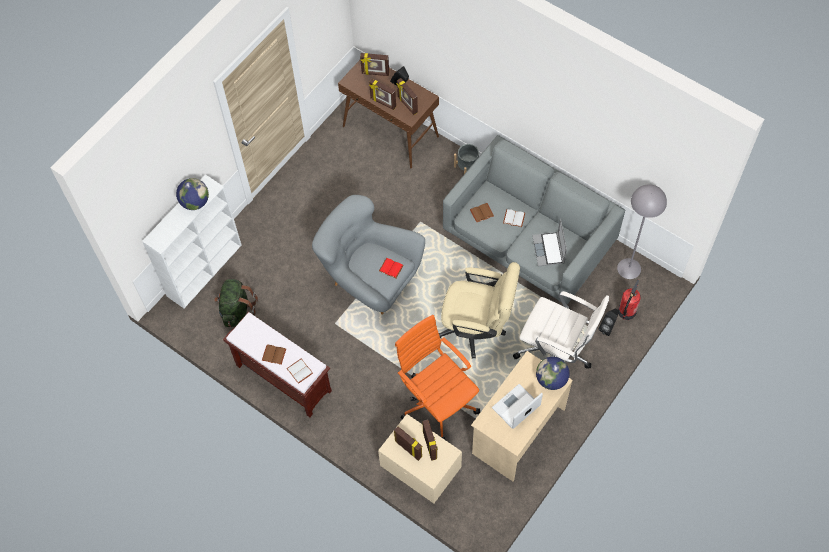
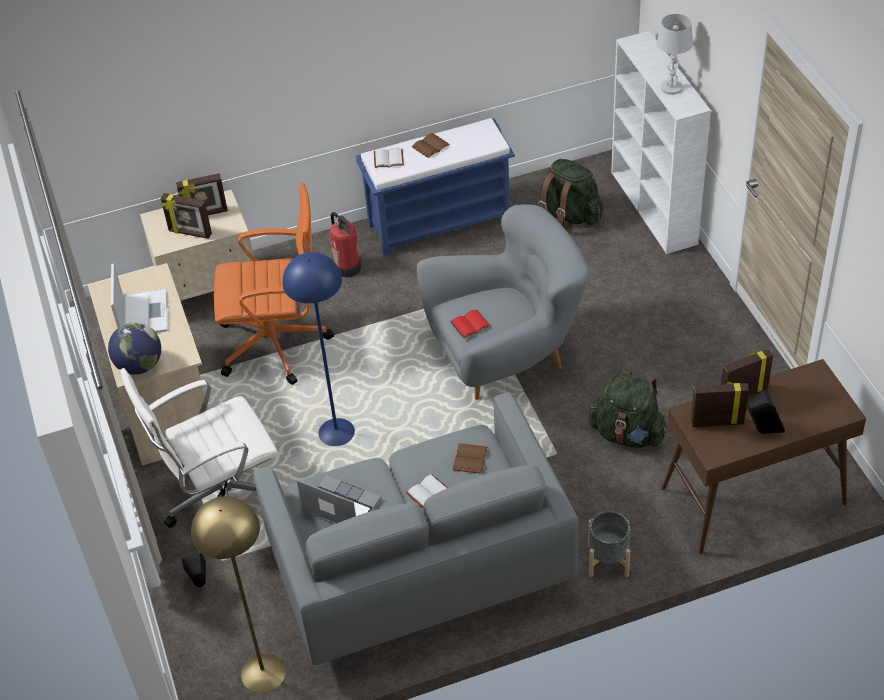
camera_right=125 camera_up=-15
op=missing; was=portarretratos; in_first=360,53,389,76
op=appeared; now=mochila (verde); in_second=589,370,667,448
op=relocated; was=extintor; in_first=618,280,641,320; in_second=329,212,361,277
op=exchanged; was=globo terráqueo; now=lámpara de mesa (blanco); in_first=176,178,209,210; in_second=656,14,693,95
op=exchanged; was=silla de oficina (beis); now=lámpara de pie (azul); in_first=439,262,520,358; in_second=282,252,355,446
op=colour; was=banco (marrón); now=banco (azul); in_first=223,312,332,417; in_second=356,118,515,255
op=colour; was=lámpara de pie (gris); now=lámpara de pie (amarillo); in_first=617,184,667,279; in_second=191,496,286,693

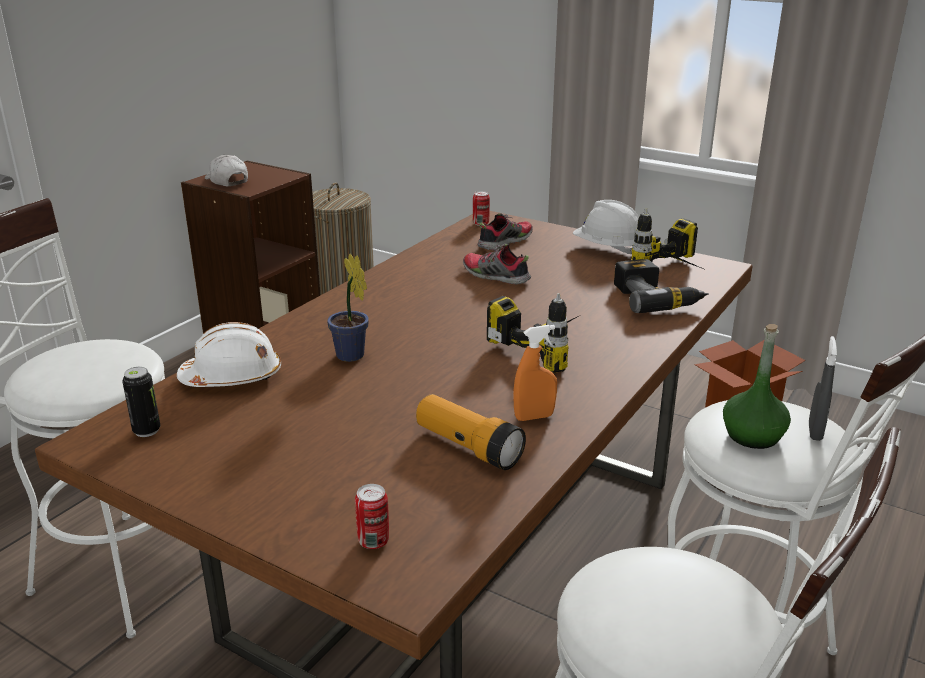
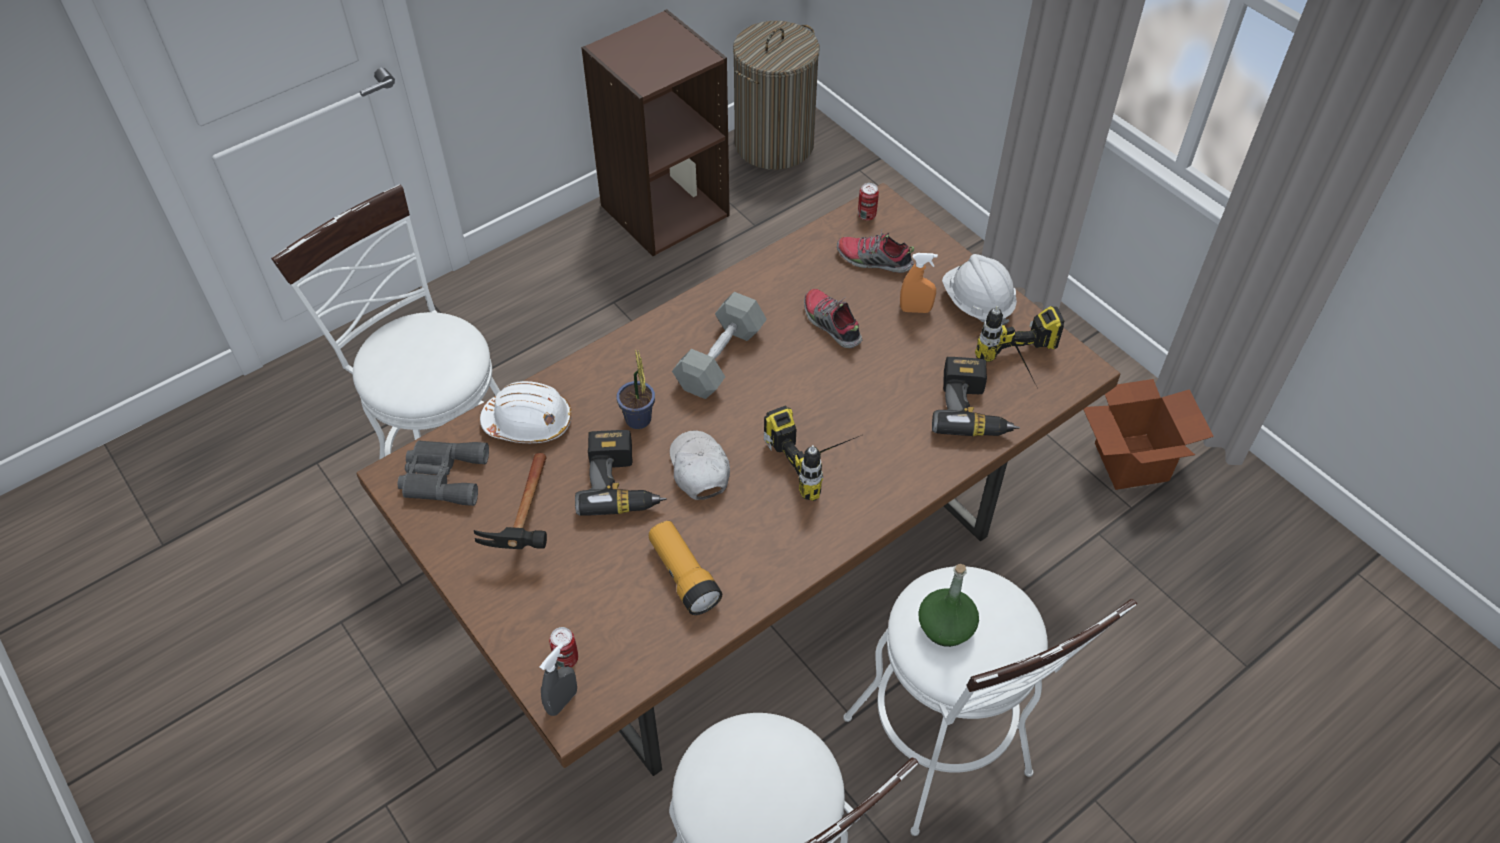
camera_right=20 camera_up=25
op=appeared; now=martillo; in_second=474,453,547,549
op=appeared; now=taladro; in_second=575,430,667,516
op=appeared; now=mancuerna (gris); in_second=672,292,767,399
op=relocated; was=gorra (blanco); in_first=205,155,248,186; in_second=670,431,730,500
op=relocated; was=pulverizador (naranja); in_first=513,325,557,421; in_second=900,253,938,313
op=relocated; was=pulverizador (gris); in_first=809,336,837,441; in_second=540,643,577,716
op=exchanged; was=lata; now=prismáticos (gris); in_first=122,367,161,437; in_second=398,440,489,506
op=spun; was=zapato; in_first=477,213,533,250; in_second=837,230,914,273; clockwise=-135

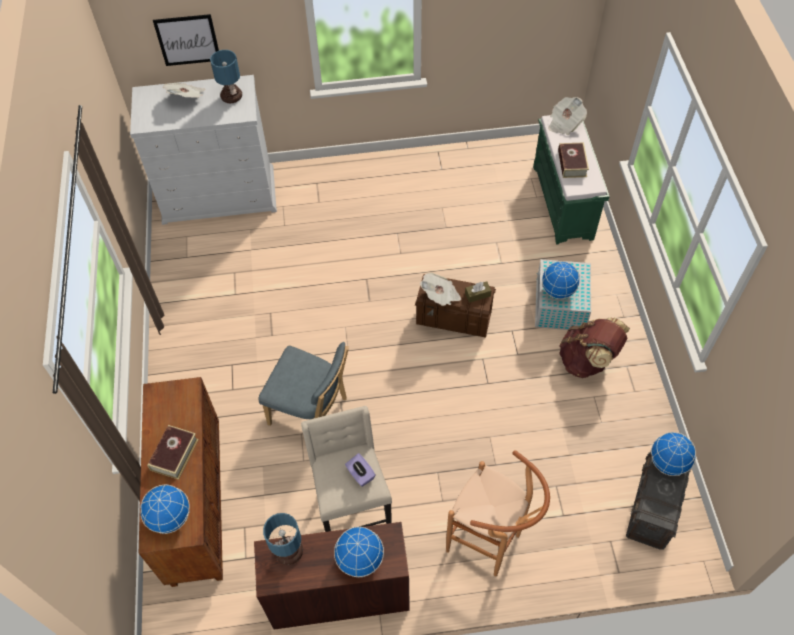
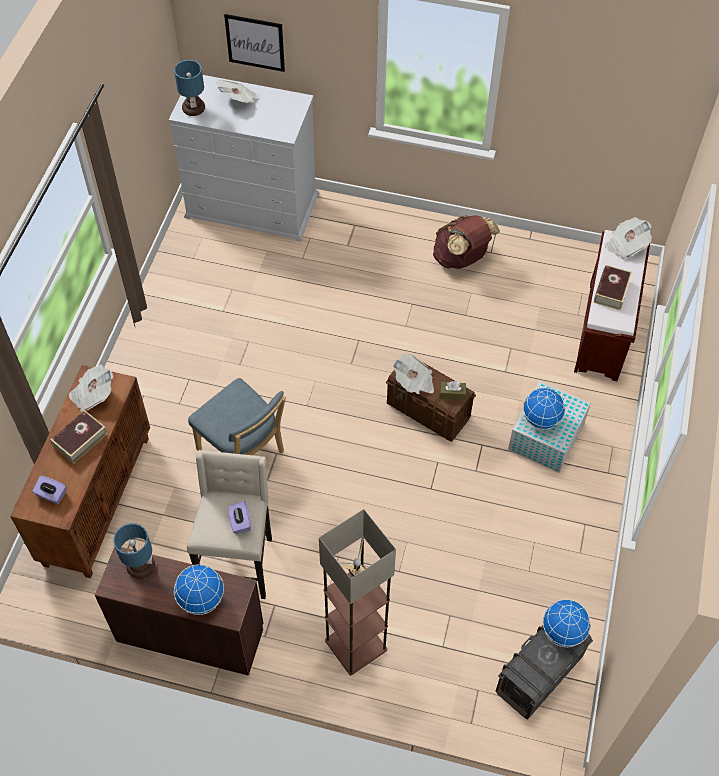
camera_right=20 camera_up=0
op=appeared; now=periódico; in_second=69,365,113,412
op=relocated; was=lámpara de mesa; in_first=210,50,242,103; in_second=174,60,205,116
op=relocated; was=mochila (marrón); in_first=559,318,630,378; in_second=433,215,500,269
op=exchanged; was=globo terráqueo; now=caja de pañuelos (morado); in_first=140,484,190,534; in_second=32,476,66,504
op=exchanged; was=taburete (marrón); now=lámpara de pie; in_first=446,450,550,576; in_second=319,509,396,676
op=colour; was=banco (verde); now=banco (marrón); in_first=533,115,610,245; in_second=574,230,650,381

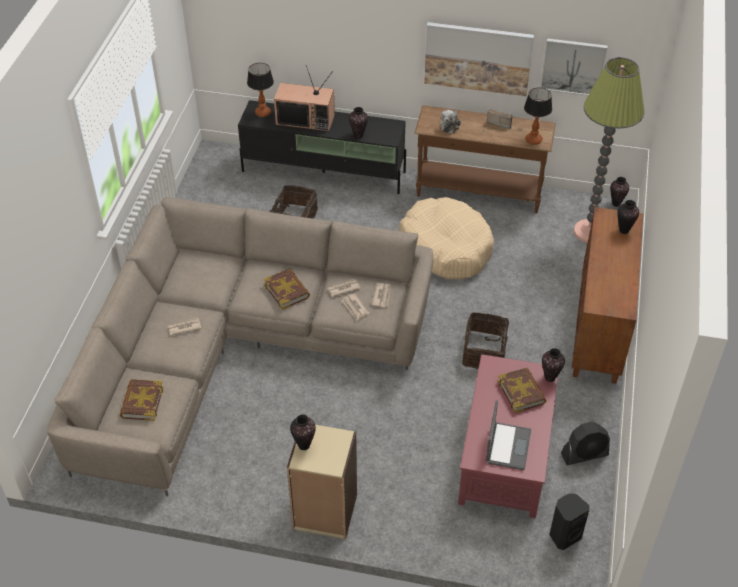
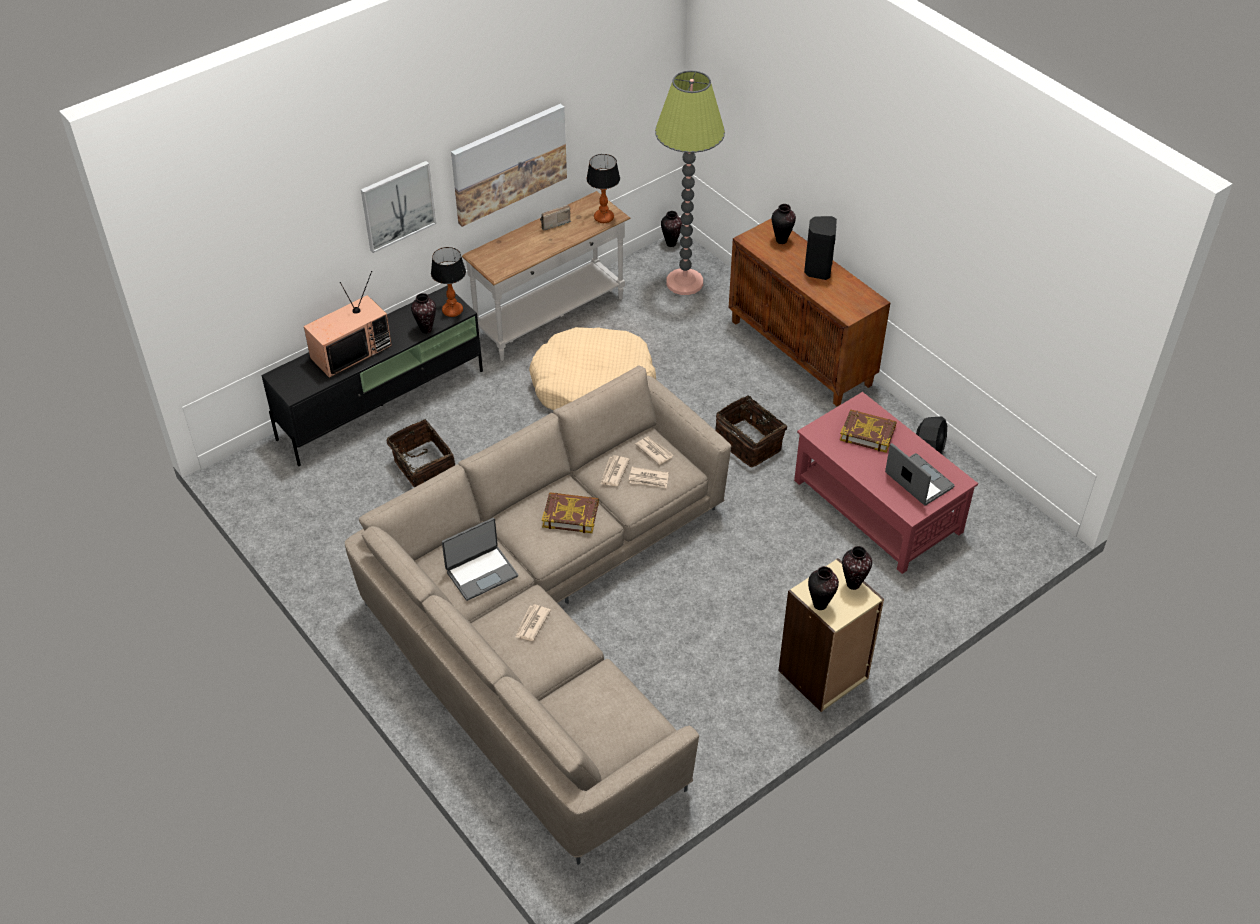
camera_right=-50 camera_up=0
op=missing; was=libro; in_first=120,379,164,421
op=missing; was=peluche; in_first=440,110,461,134
op=appeared; now=portátil; in_second=442,518,518,601
op=relocated; was=lámpara de mesa; in_first=247,63,274,117; in_second=431,247,466,317
op=relocated; was=cuadro; in_first=540,38,608,96; in_second=361,161,436,253
op=relocated; was=florero; in_first=542,348,565,382; in_second=842,546,872,590
op=relocated; was=altavoz (negro); in_first=549,493,589,550; in_second=804,216,837,280
op=colour; was=mesa consola (marrón); now=mesa consola (blanco); in_first=414,105,556,213; in_second=462,191,631,361

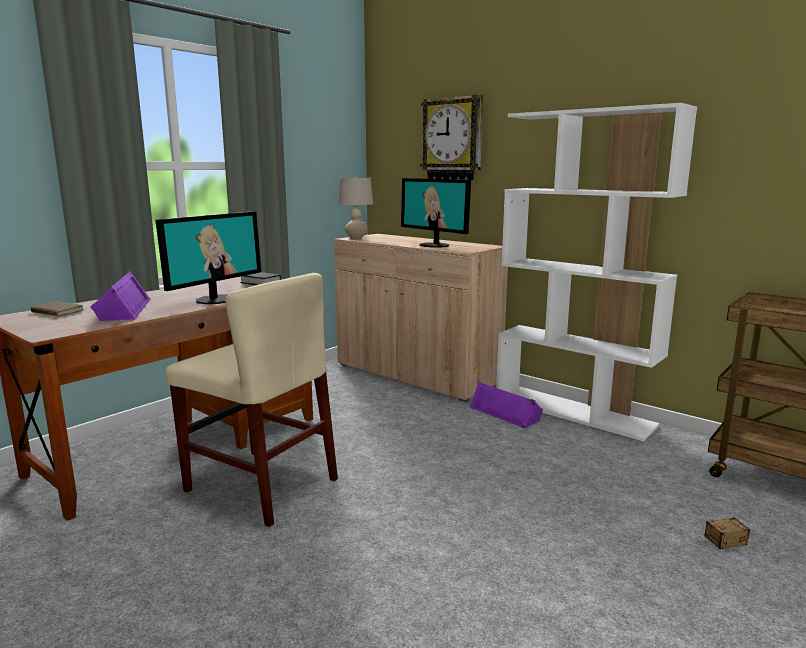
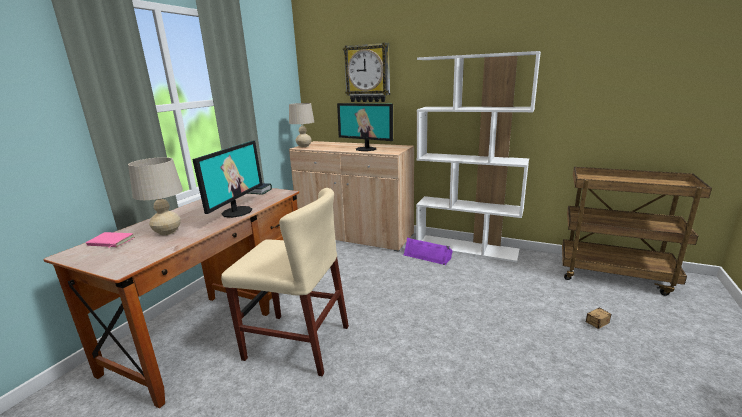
camera_right=-15 camera_up=5
op=exchanged; was=altavoz (morado); now=lámpara de mesa (beis); in_first=91,270,151,321; in_second=128,157,183,235
op=colour; was=libro (marrón); now=libro (rosa); in_first=30,301,84,316; in_second=86,232,135,247

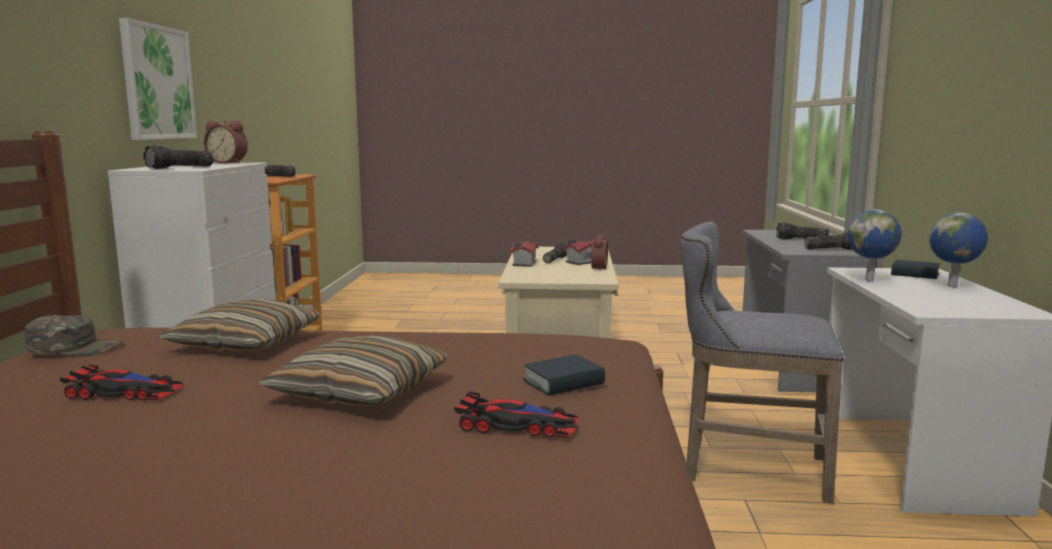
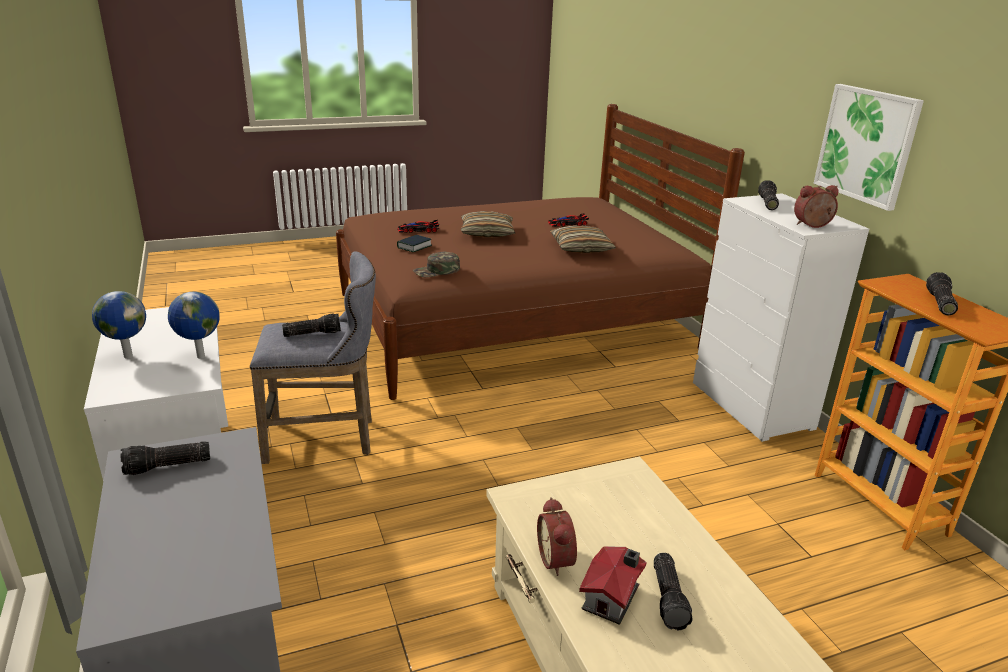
camera_right=155 camera_up=15
op=missing; was=casita; in_first=510,241,538,267
op=missing; was=libro; in_first=891,260,940,279
op=relocated; was=gorra (verde); in_first=25,315,124,355; in_second=413,251,460,277
op=relocated; was=linterna; in_first=776,222,829,239; in_second=282,313,341,337

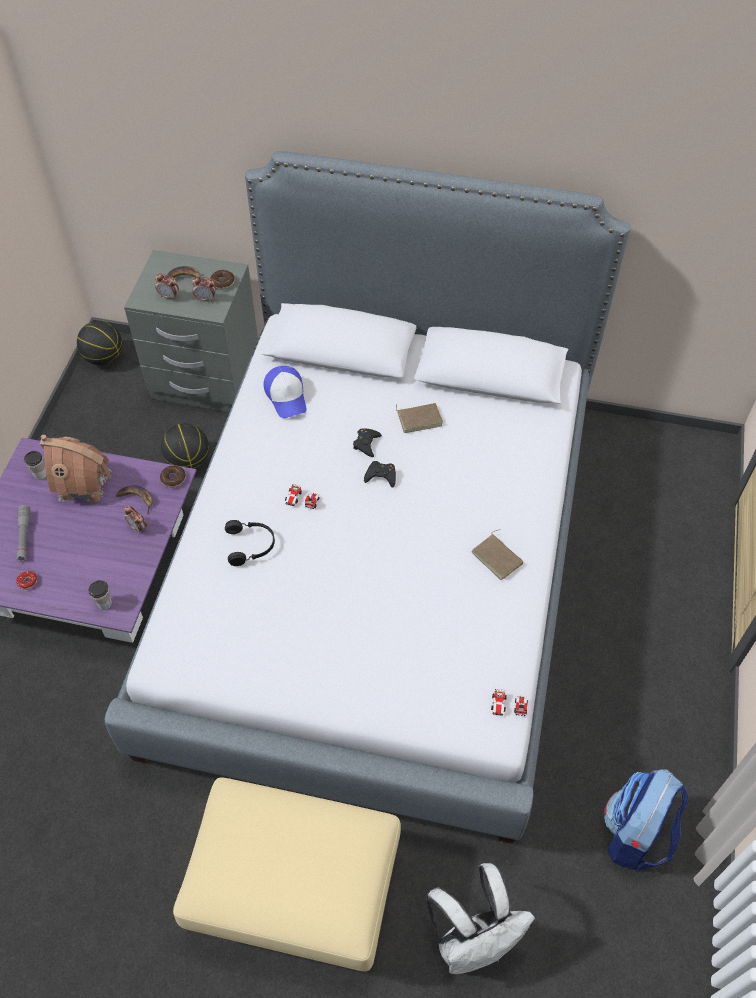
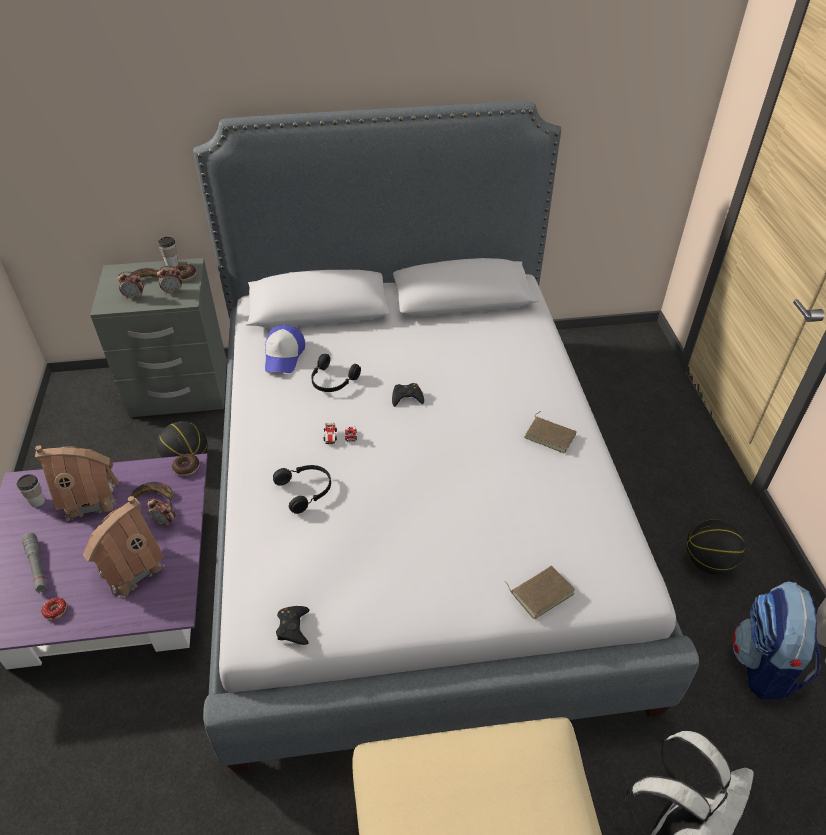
camera_right=-20 camera_up=-10
op=missing; was=coche de juguete; in_first=491,689,528,716
op=appeared; now=casita; in_second=83,496,165,599
op=appeared; now=auriculares (negro); in_second=311,354,361,392
op=relocated; was=balón de baloncesto; in_first=77,321,122,365; in_second=686,519,745,575
op=relocated; was=taza; in_first=88,580,112,610; in_second=158,236,178,268
op=relocated; was=mando de consola (negro); in_first=353,428,382,457; in_second=276,606,310,645
op=relocated; was=libro (marrón); in_first=396,403,443,433; in_second=505,566,575,619
op=spun; was=gorra; in_first=264,366,307,418; in_second=265,325,305,373; clockwise=45

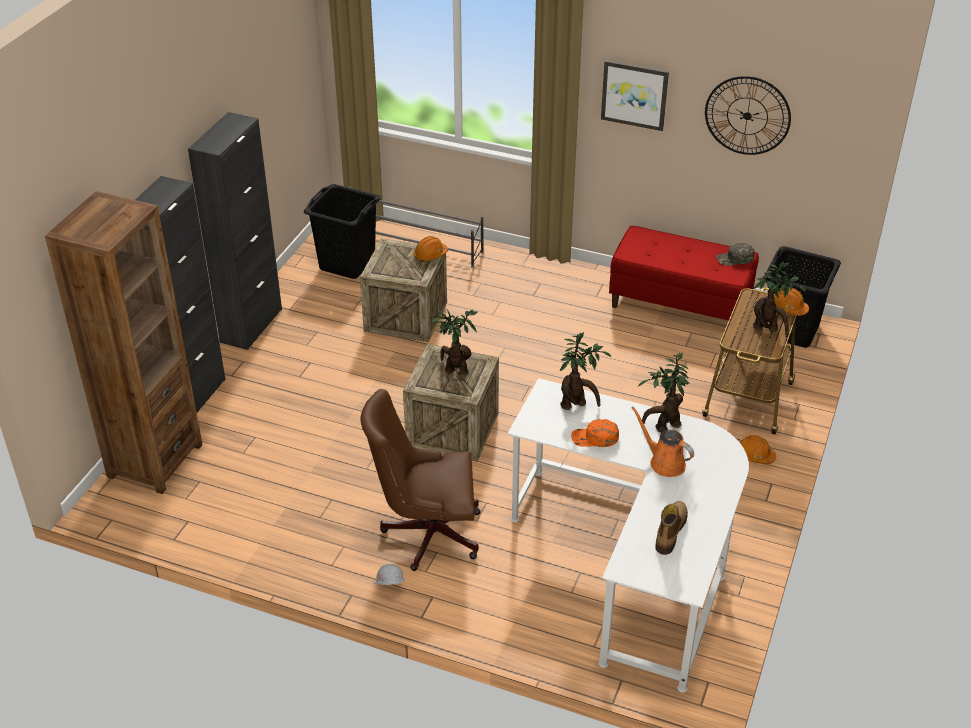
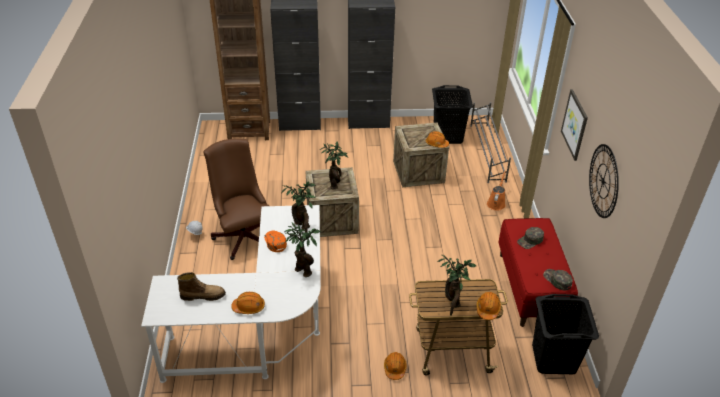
camera_right=65 camera_up=0
op=appeared; now=casco (naranja); in_second=231,292,265,314
op=appeared; now=gorra (verde); in_second=517,227,544,249
op=relocated; was=regadera (naranja); in_first=632,407,694,477; in_second=487,171,506,211

